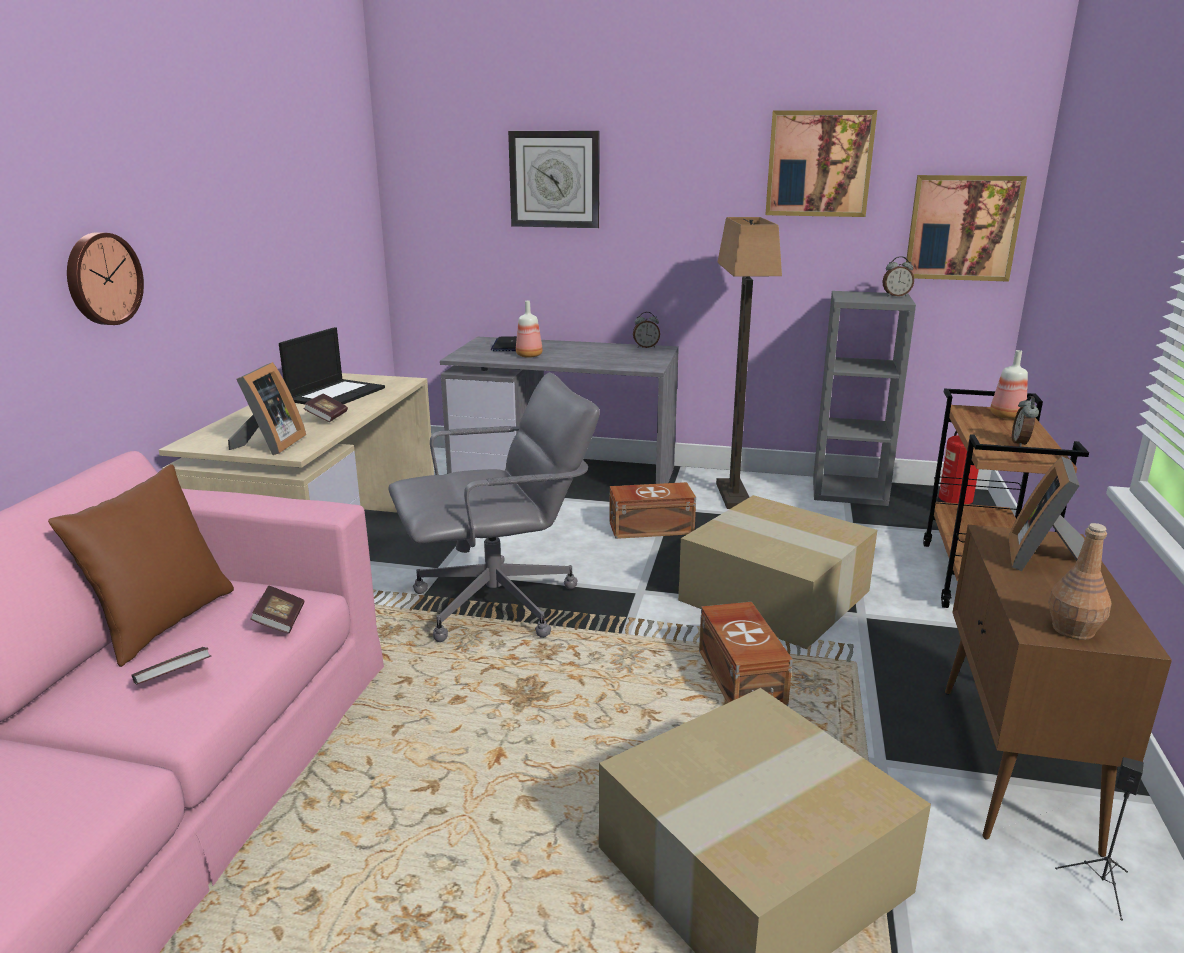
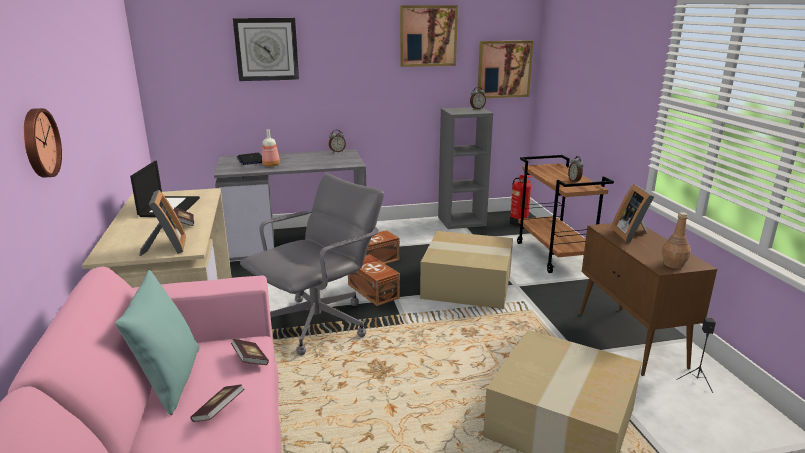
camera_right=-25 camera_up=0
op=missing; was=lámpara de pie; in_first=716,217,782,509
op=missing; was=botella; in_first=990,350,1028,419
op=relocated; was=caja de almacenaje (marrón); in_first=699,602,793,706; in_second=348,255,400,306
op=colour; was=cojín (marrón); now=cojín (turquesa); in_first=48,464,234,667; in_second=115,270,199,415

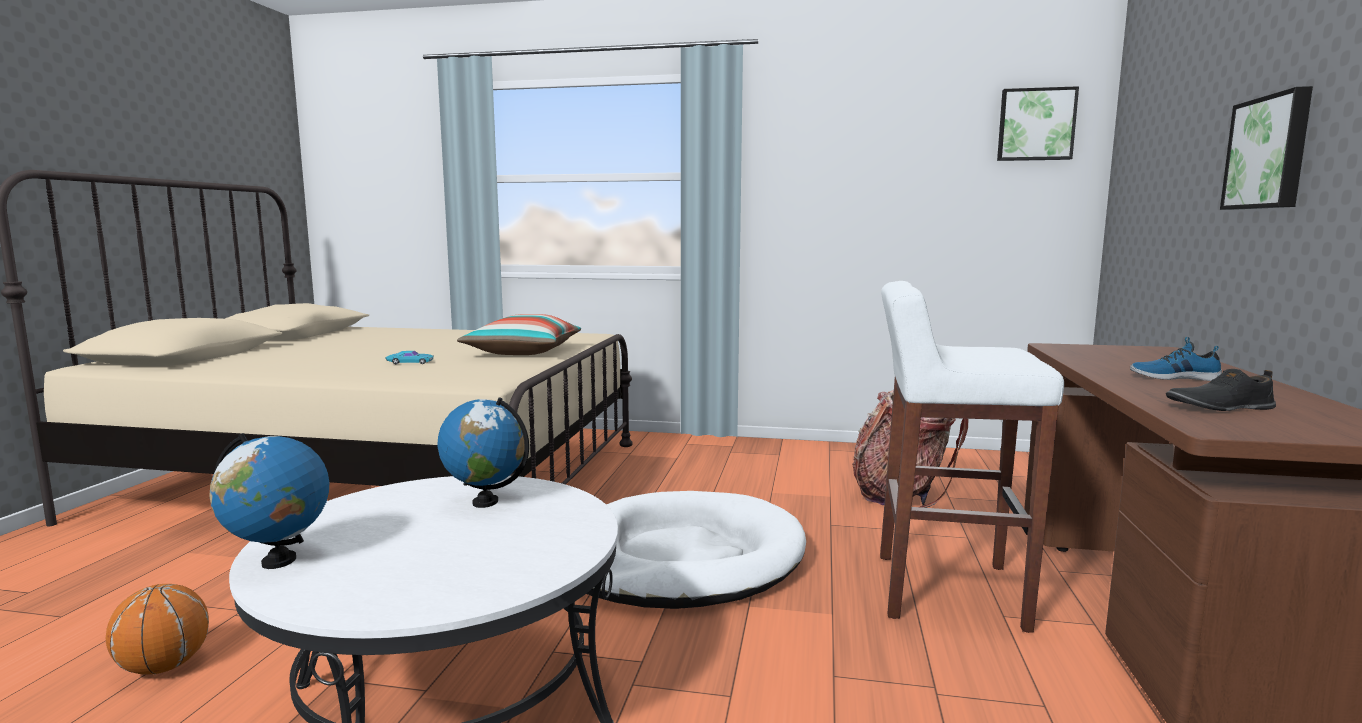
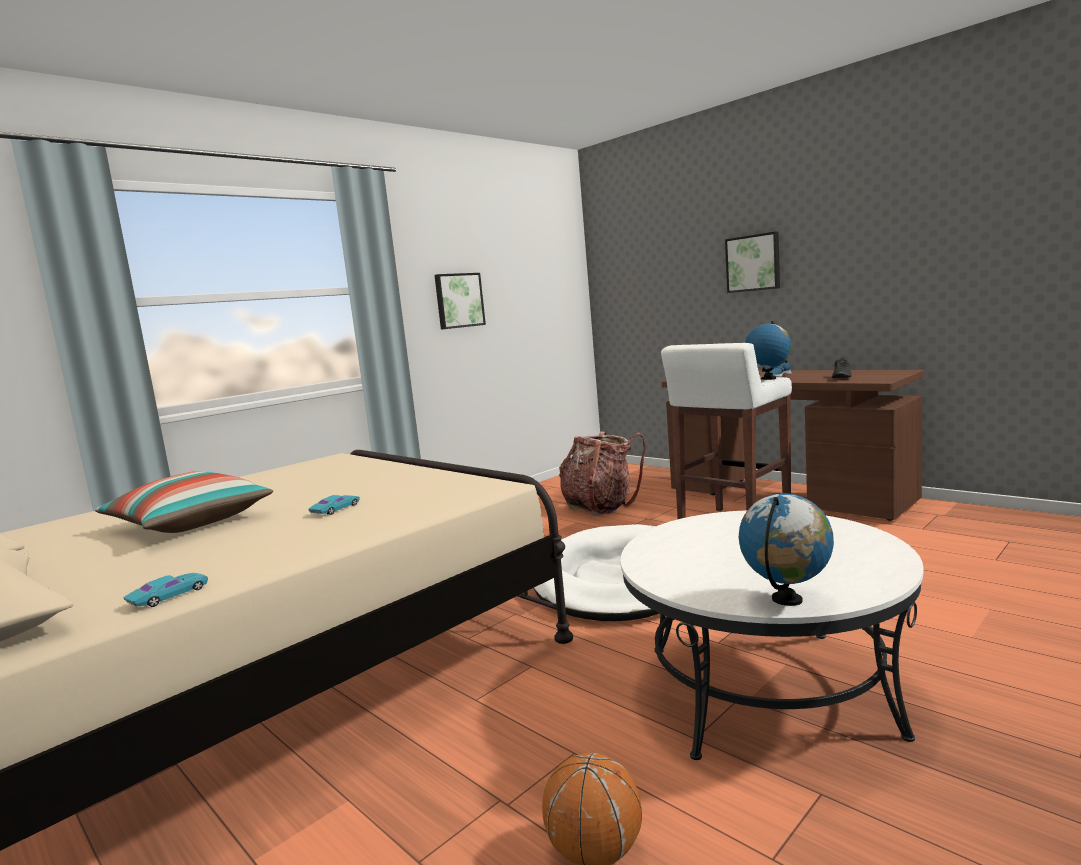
camera_right=-55 camera_up=0
op=appeared; now=coche de juguete (turquesa); in_second=123,573,208,607
op=relocated; was=globo terráqueo; in_first=438,397,529,508; in_second=745,321,791,380
op=relocated; was=cojín; in_first=457,314,581,355; in_second=95,471,274,533
op=relocated; was=cuadro; in_first=997,86,1079,161; in_second=434,273,486,329

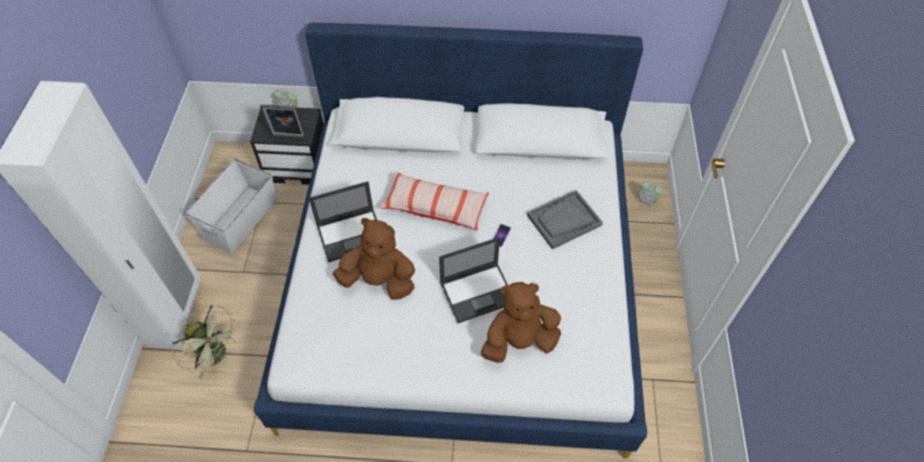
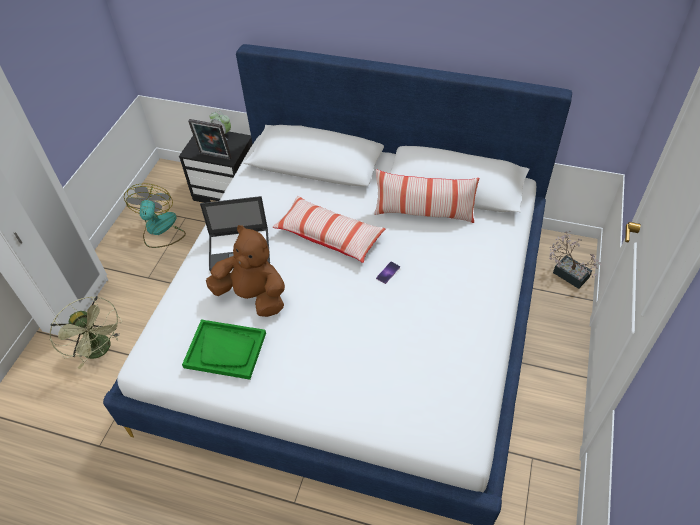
camera_right=15 camera_up=-5
op=missing; was=portátil; in_first=439,237,508,323
op=missing; was=peluche (marrón); in_first=481,282,561,363
op=missing; was=bandeja (gris); in_first=527,190,603,249
op=appeared; now=bandeja (verde); in_second=182,320,266,380
op=appeared; now=cojín; in_second=374,169,479,223
op=exchanged; was=caja de almacenaje (blanco); now=ventilador; in_first=185,159,277,254; in_second=124,183,186,248
op=exchanged; was=despertador; now=planta en maceta; in_first=636,181,663,208; in_second=549,231,601,289

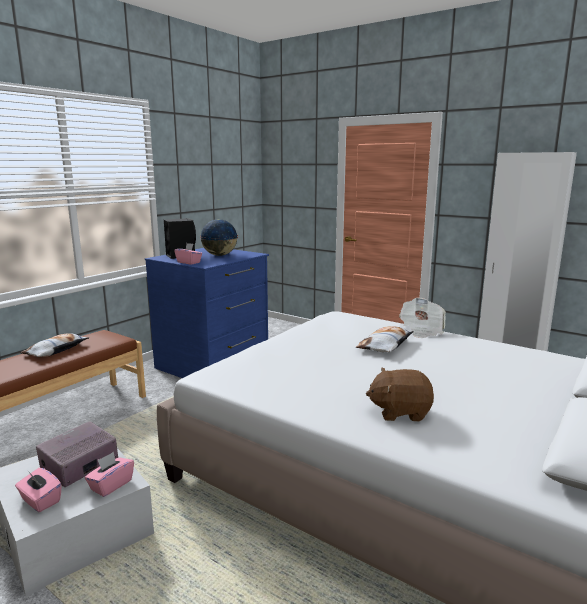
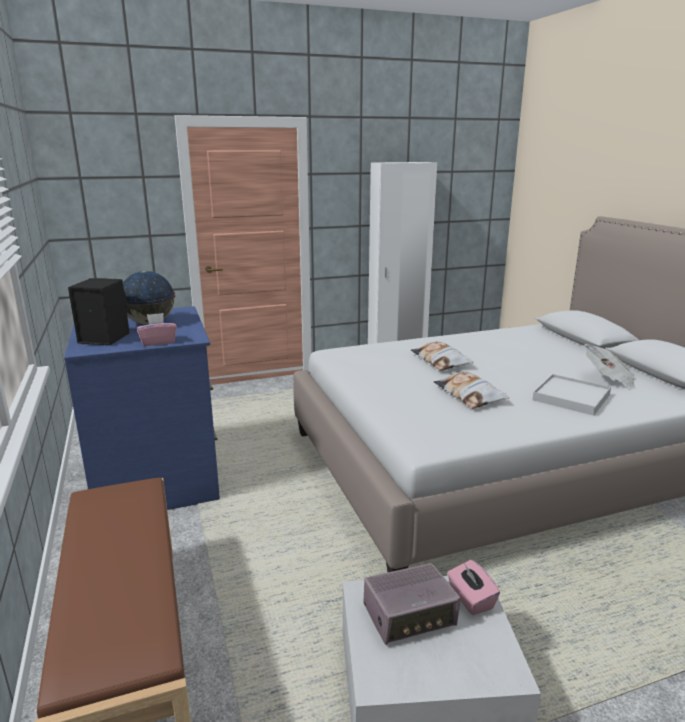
camera_right=-55 camera_up=5
op=missing; was=caja de pañuelos (rosa); in_first=15,468,62,512
op=relocated; was=cojín; in_first=20,333,89,357; in_second=434,372,510,409
op=relocated; was=periódico; in_first=399,298,446,338; in_second=584,344,635,389
op=exchanged; was=peluche (marrón); now=bandeja (blanco); in_first=366,368,434,422; in_second=533,374,611,416
op=spun; was=radio; in_first=36,421,118,487; in_second=363,563,461,645; clockwise=-90

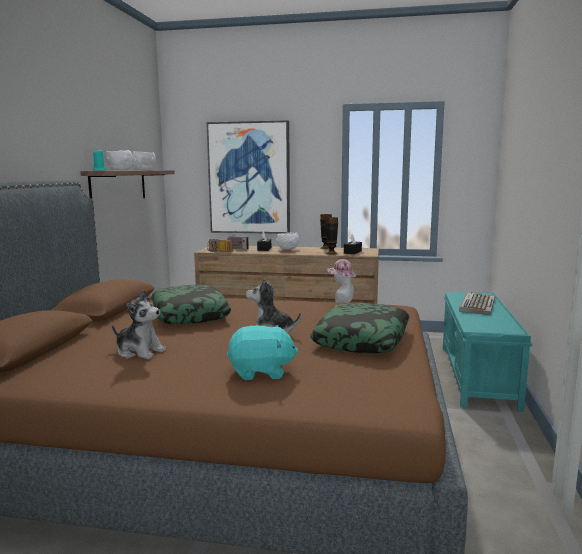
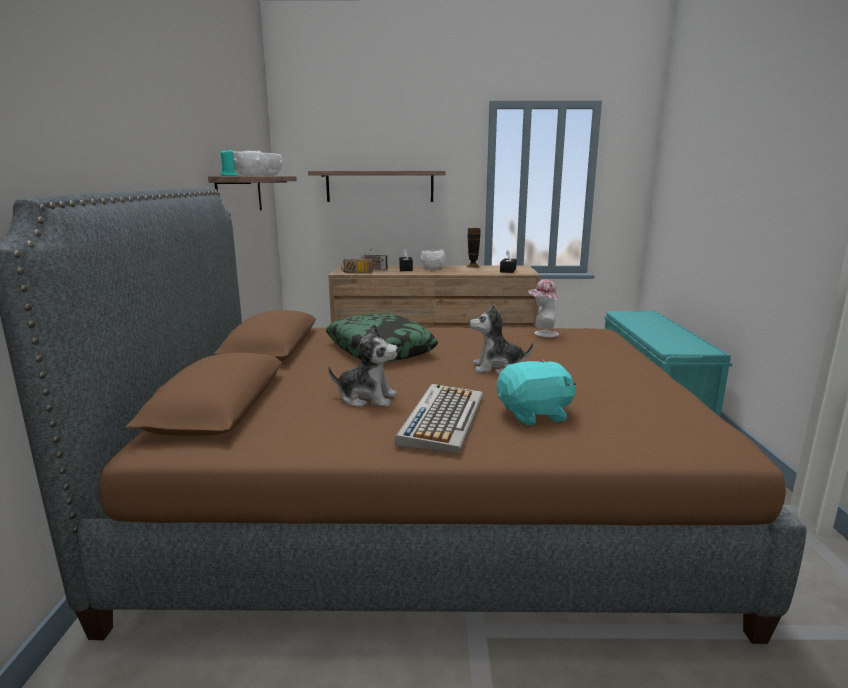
camera_right=-10 camera_up=5
op=missing; was=cojín; in_first=310,303,410,354
op=missing; was=florero; in_first=325,217,338,255
op=relocated; was=teclado; in_first=459,292,495,315; in_second=395,384,483,454
op=exchanged; was=cuadro; now=estante; in_first=206,120,290,234; in_second=308,171,446,202

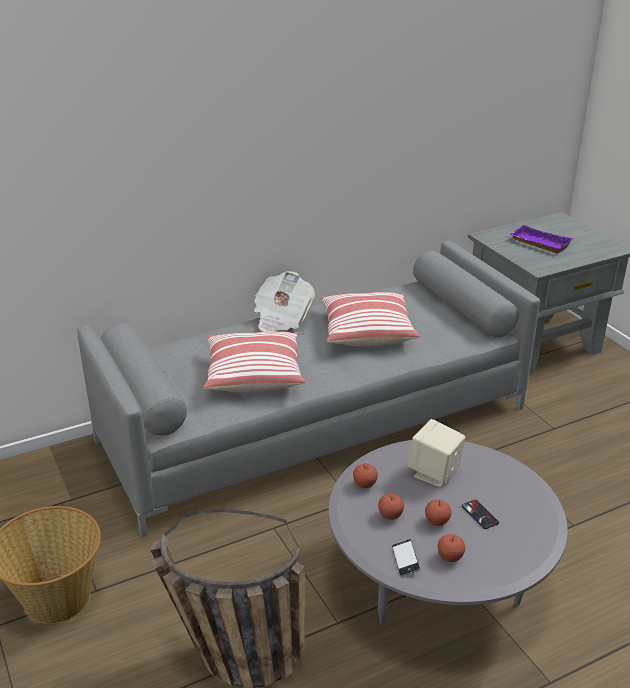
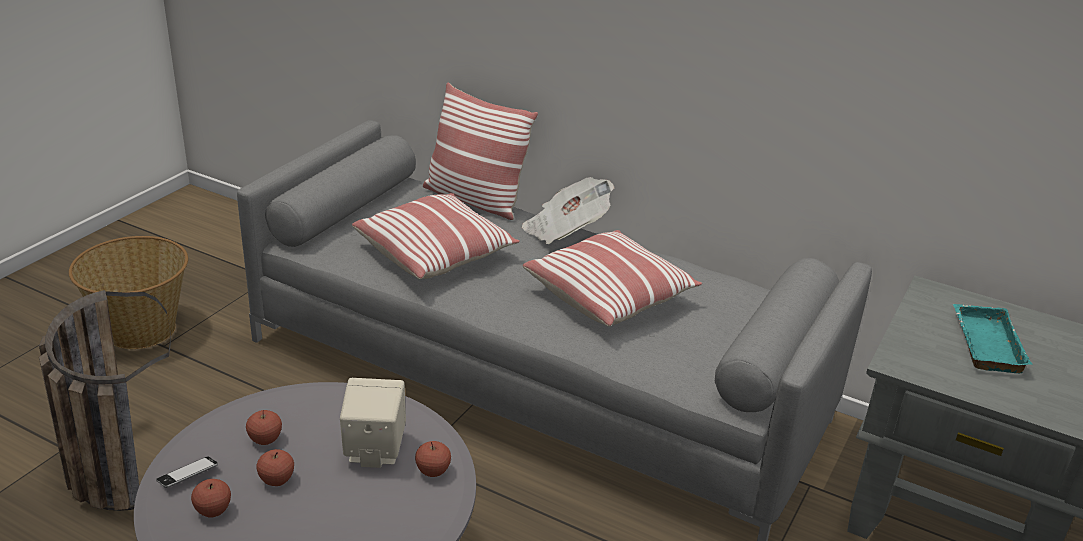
camera_right=55 camera_up=0
op=missing; was=móvil; in_first=462,499,499,529
op=appeared; now=cojín; in_second=423,82,538,220
op=relocated; was=manzana; in_first=353,463,378,488; in_second=415,441,451,477
op=colour; was=bandeja (morado); now=bandeja (turquesa); in_first=509,225,574,253; in_second=953,304,1033,373

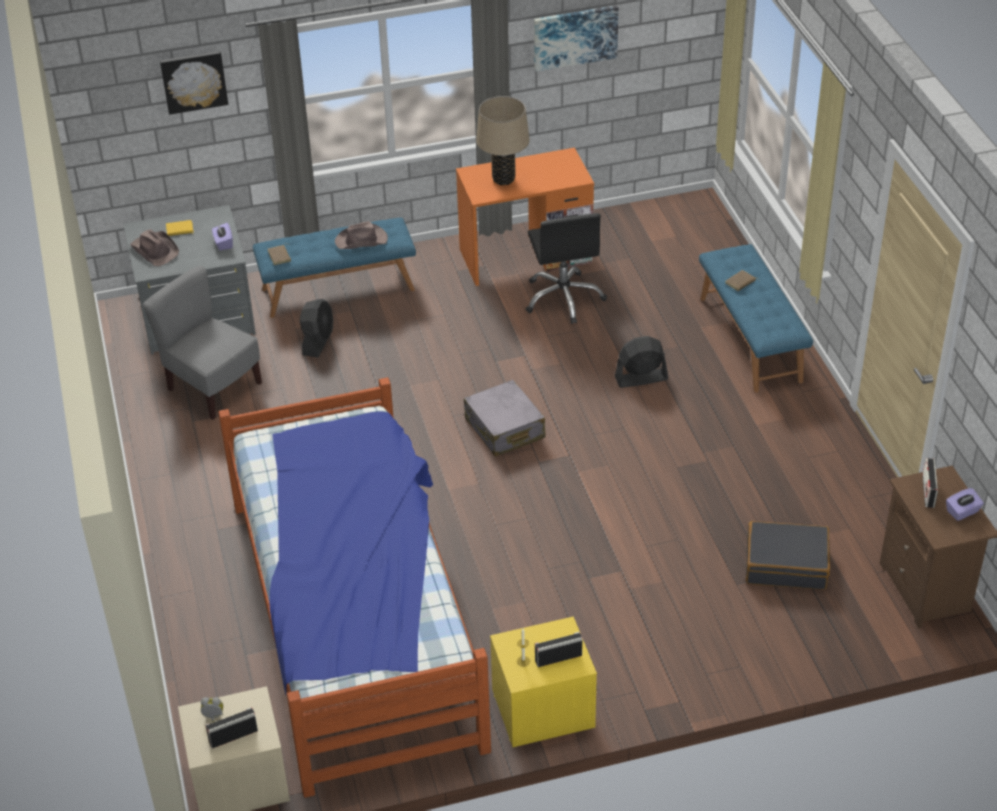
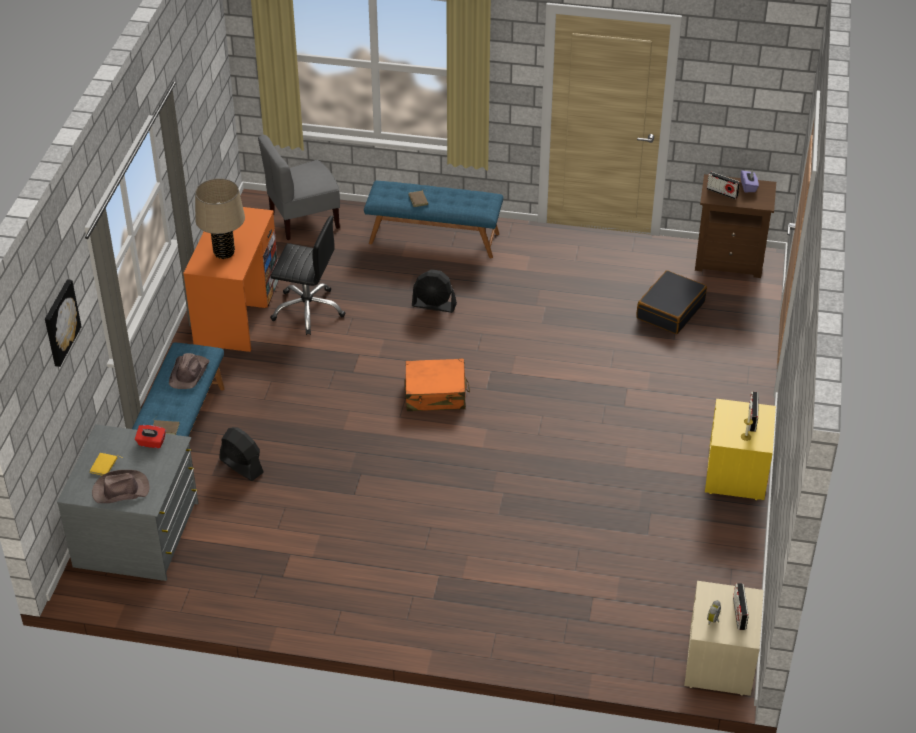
camera_right=-65 camera_up=0
op=missing; was=cama; in_first=218,377,491,798
op=missing; was=cuadro; in_first=534,5,619,72
op=relocated; was=silla (gris); in_first=143,265,262,420; in_second=258,135,340,240
op=colour; was=caja de pañuelos (morado); now=caja de pañuelos (rojo); in_first=212,223,233,250; in_second=135,425,166,448
op=colour; was=maleta (gris); now=maleta (naranja); in_first=464,380,546,456; in_second=404,358,470,411
op=spun; was=ventilador (negro); in_first=615,336,668,388; in_second=412,269,457,313; clockwise=-90

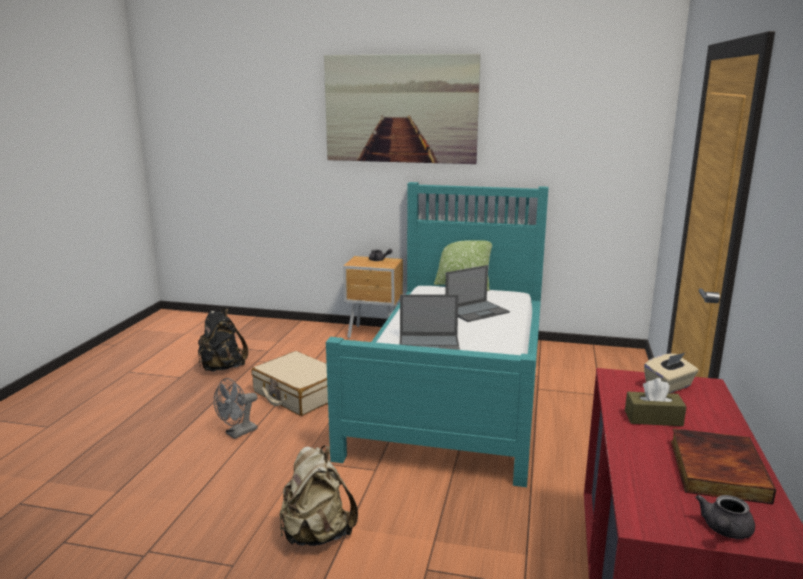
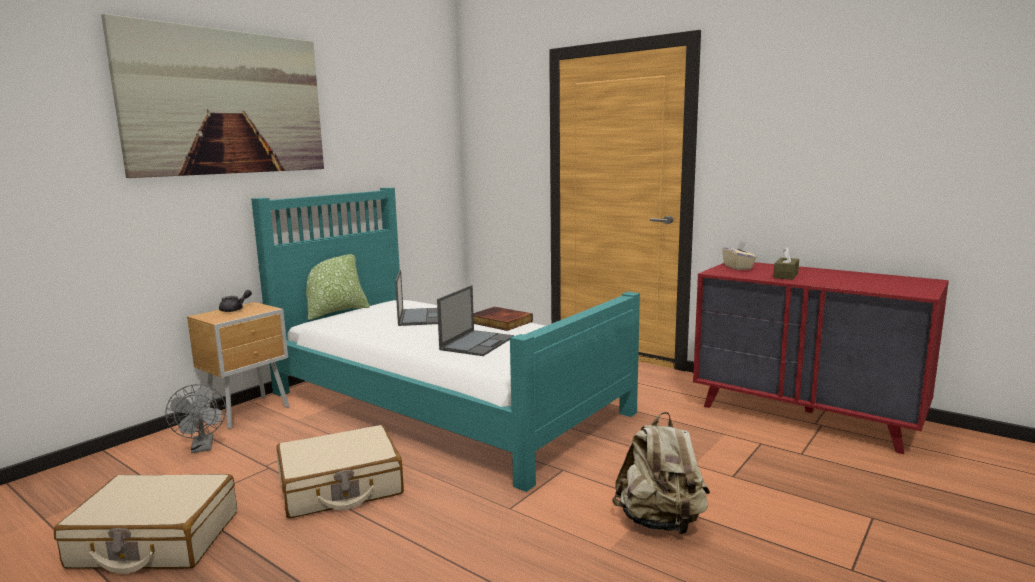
camera_right=-65 camera_up=-5
op=missing; was=tetera (gris); in_first=695,495,755,539
op=relocated; was=ventilador (gris); in_first=214,378,258,439; in_second=165,384,226,453
op=relocated; was=libro; in_first=671,428,776,504; in_second=474,307,533,331
op=exchanged; was=mochila (negro); now=maleta (beis); in_first=198,308,248,371; in_second=54,474,237,574

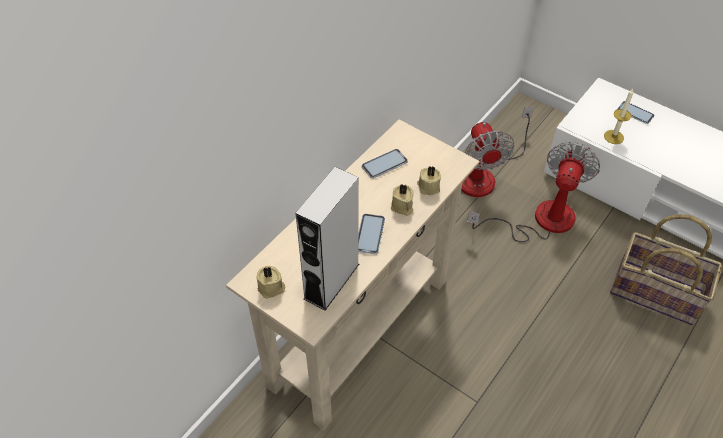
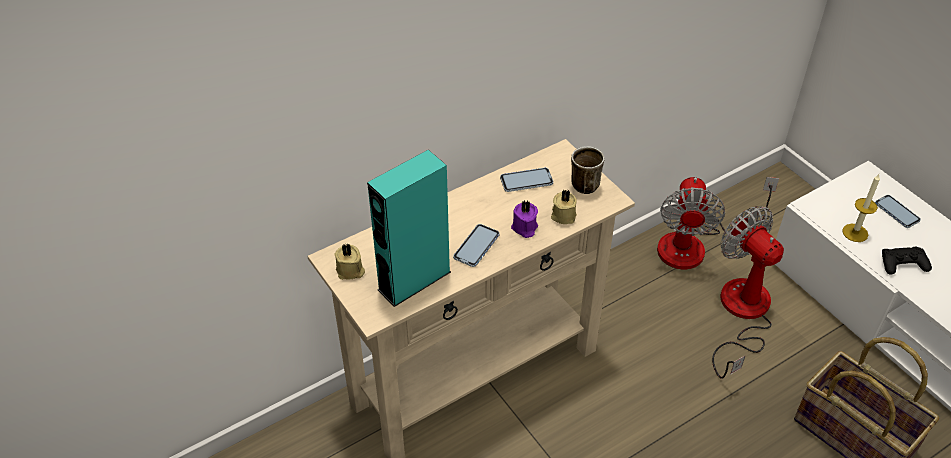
camera_right=20 camera_up=-5
op=appeared; now=taza grande; in_second=571,146,604,194
op=appeared; now=mando de consola (negro); in_second=882,246,932,274
op=colour; was=altavoz (gris); now=altavoz (turquesa); in_first=296,167,359,311; in_second=367,150,451,307
op=colour; was=vela (beis); now=vela (morado); in_first=391,184,414,216; in_second=511,201,538,238
op=spun; was=ventilador; in_first=467,142,600,242; in_second=712,206,784,379; clockwise=-75

